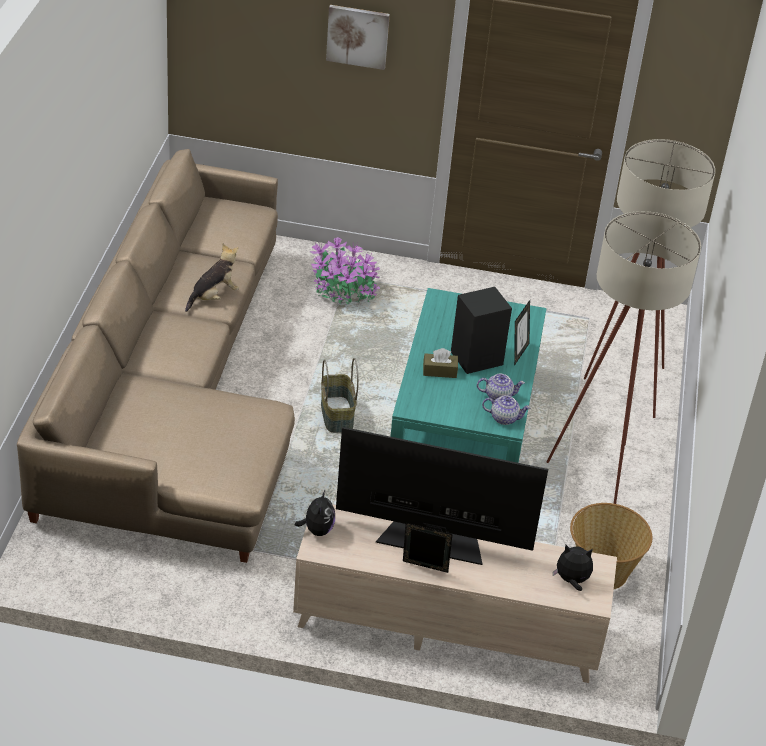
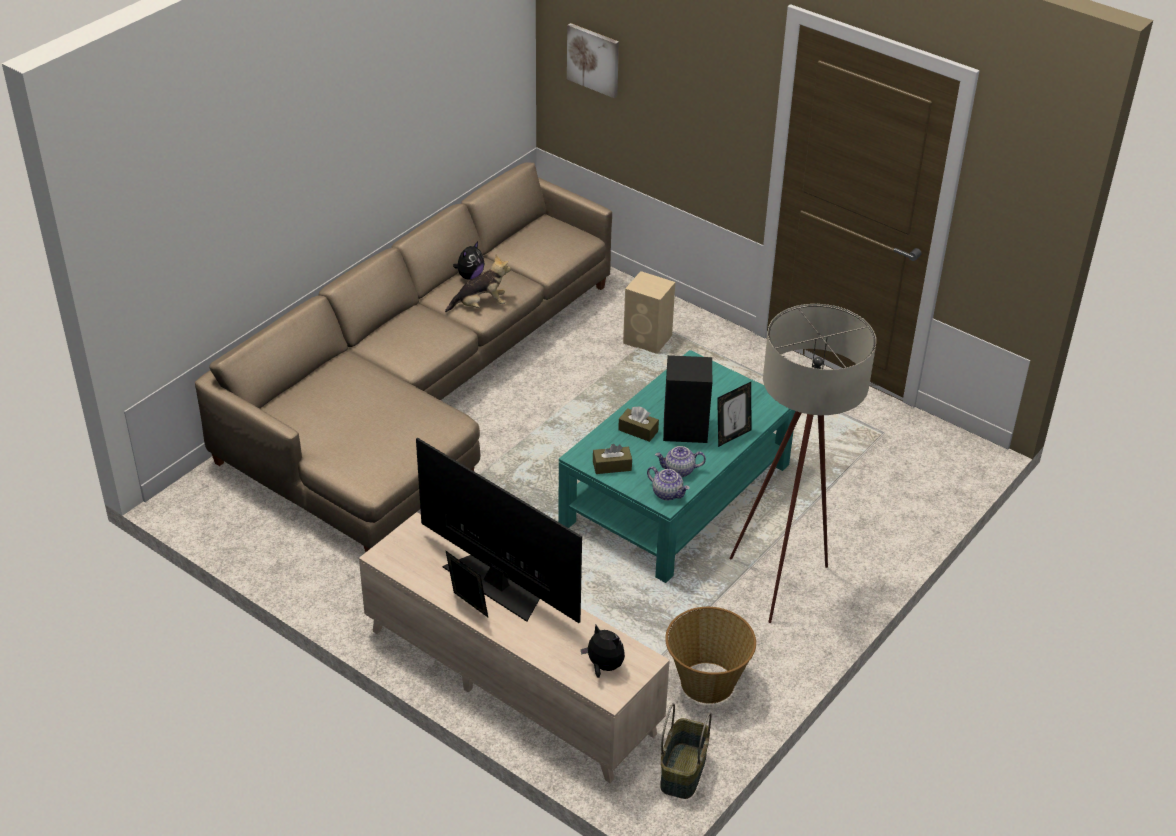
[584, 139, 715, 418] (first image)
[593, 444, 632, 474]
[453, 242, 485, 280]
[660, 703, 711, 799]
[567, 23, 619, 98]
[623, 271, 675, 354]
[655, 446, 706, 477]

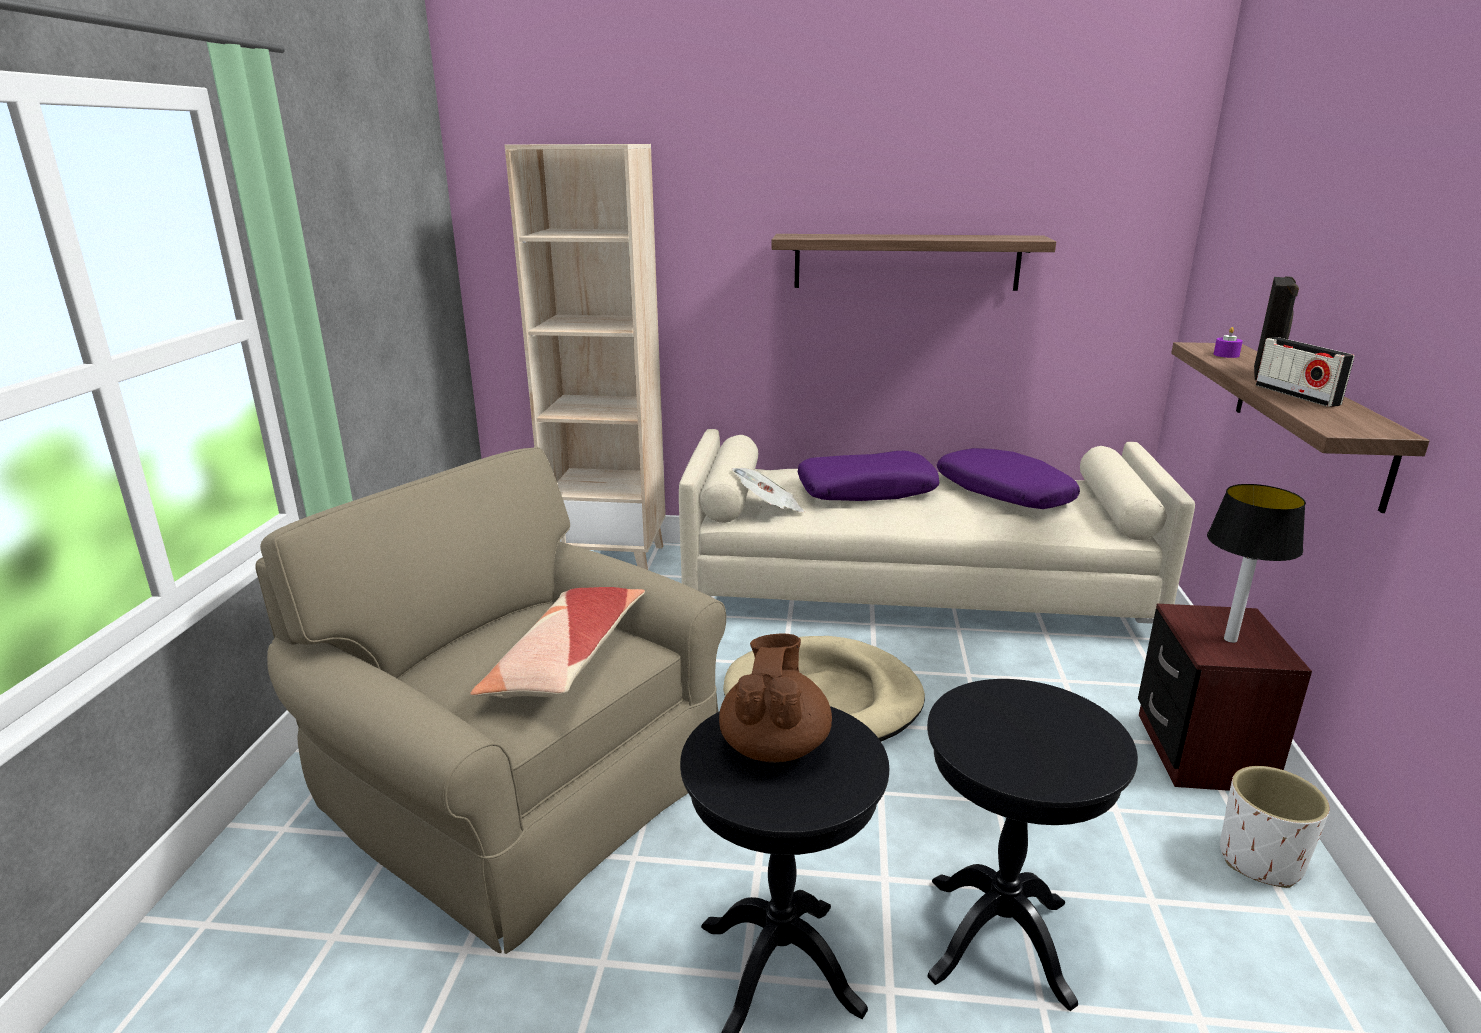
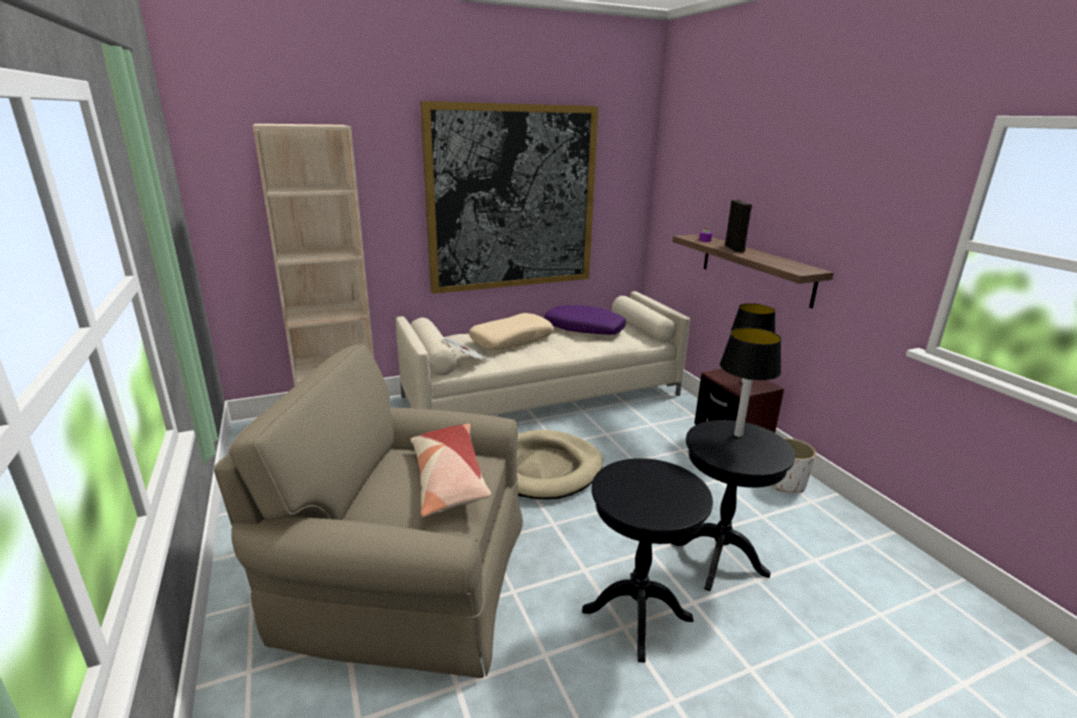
[719, 633, 832, 763] (first image)
[1256, 337, 1355, 407] (first image)
[720, 328, 781, 437]
[420, 101, 599, 294]
[469, 313, 554, 350]

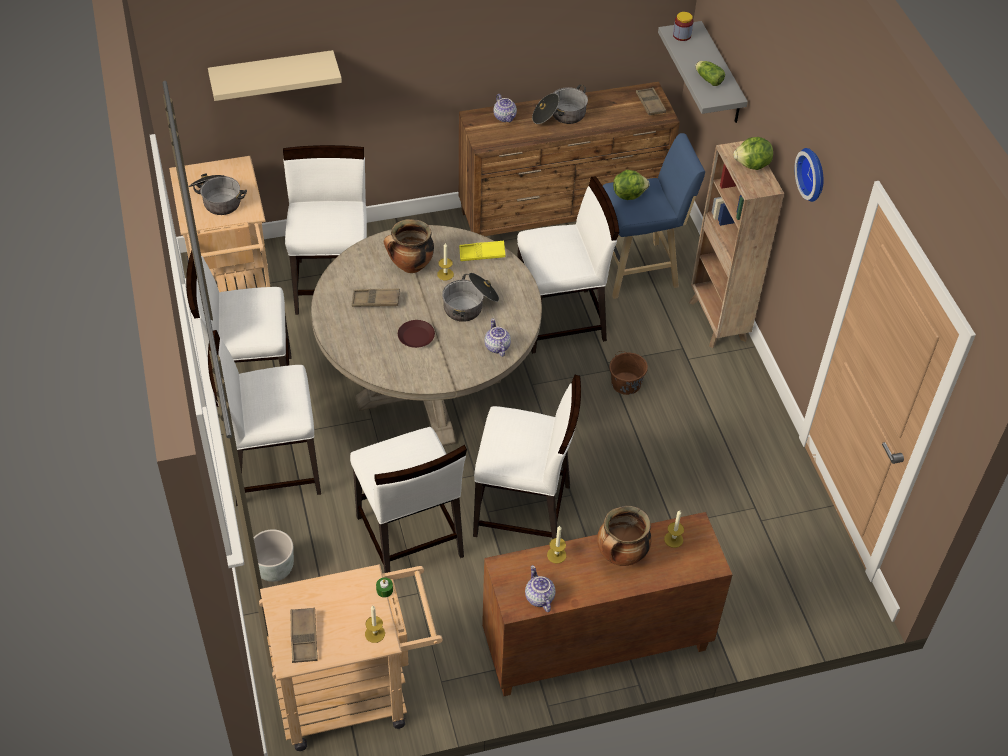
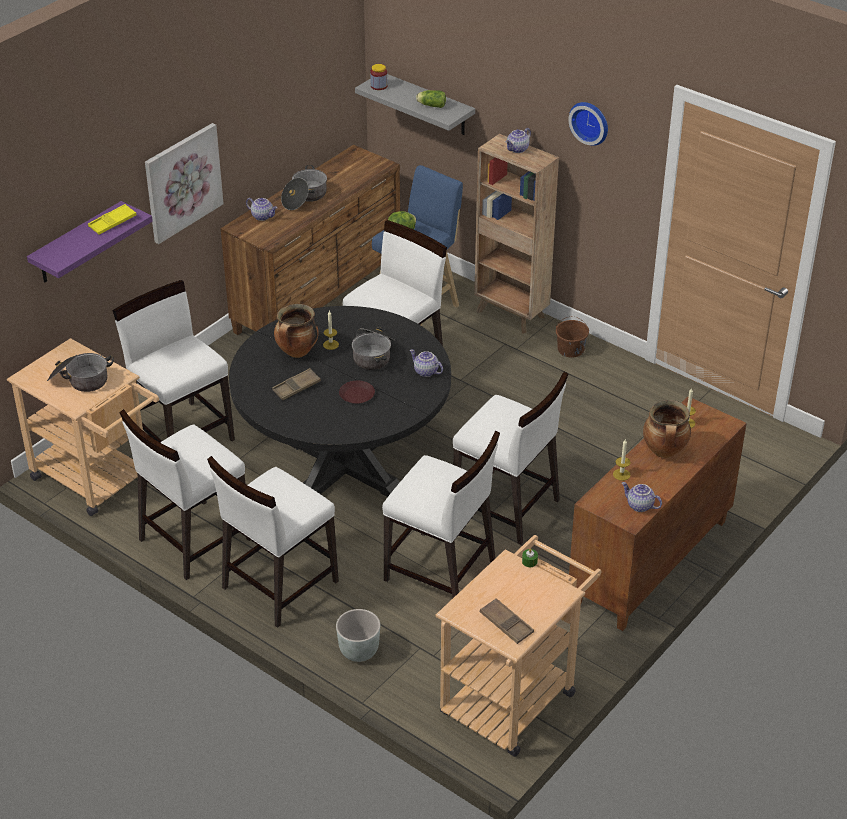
[365, 606, 385, 643] (first image)
[636, 87, 666, 115] (first image)
[145, 123, 224, 244]
[88, 204, 137, 235]
[556, 316, 589, 358]
[505, 128, 531, 153]
[27, 201, 153, 283]
[229, 306, 451, 497]
[453, 372, 568, 544]

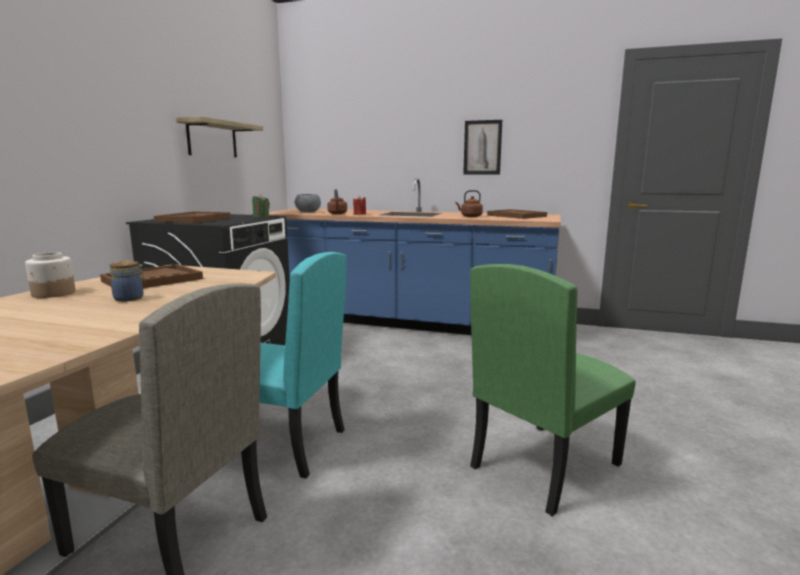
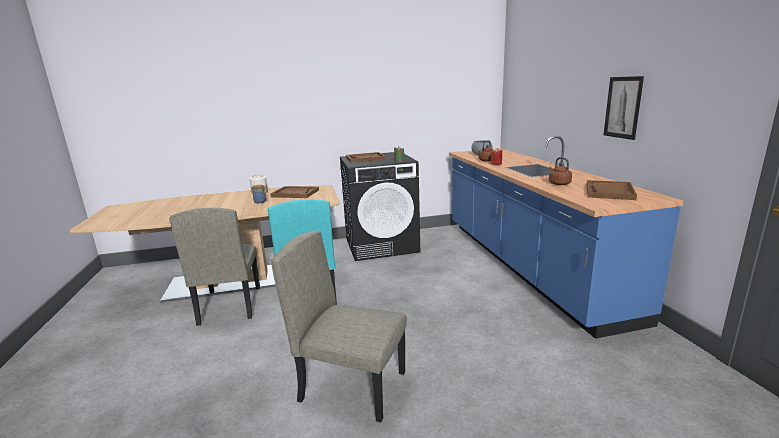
[176, 116, 263, 158] (first image)
[271, 231, 407, 422]

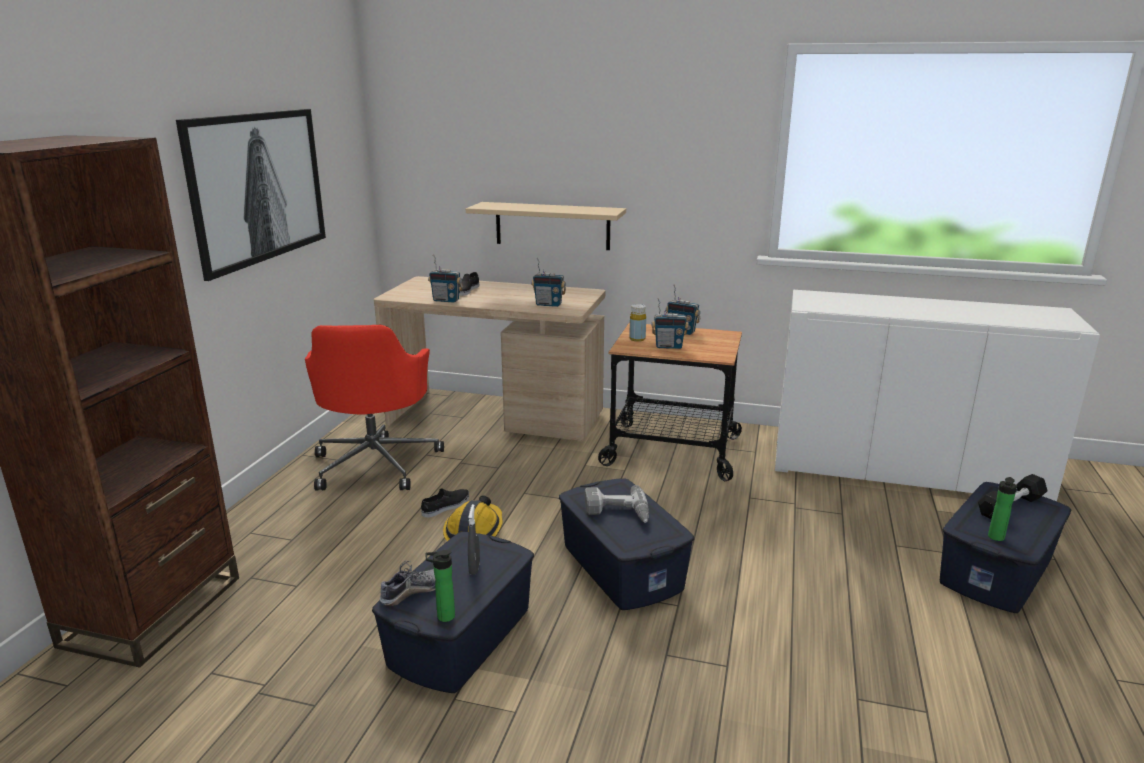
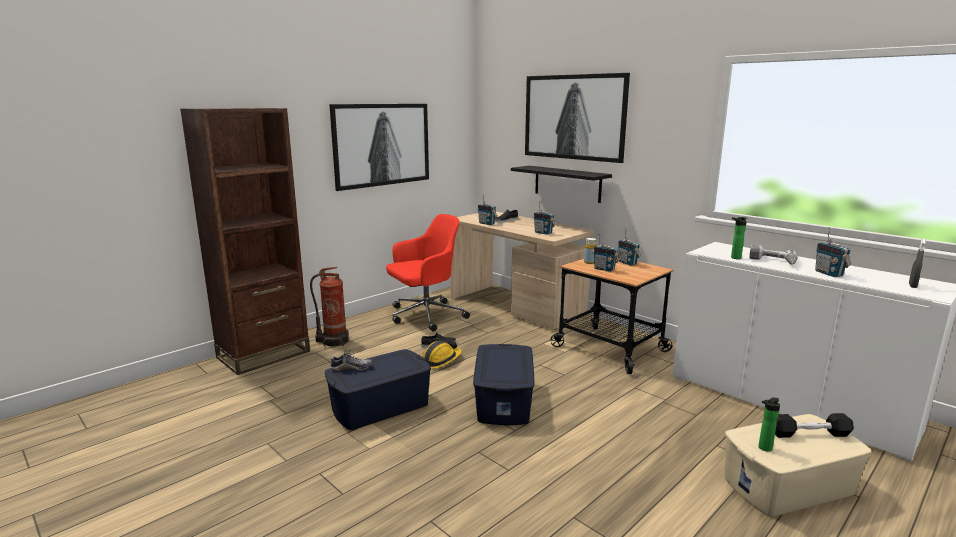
[310, 267, 349, 346]
[525, 73, 630, 163]
[815, 227, 851, 277]
[731, 217, 747, 259]
[909, 238, 925, 288]
[749, 244, 797, 264]
[511, 166, 612, 203]
[725, 414, 872, 517]
[386, 214, 470, 332]

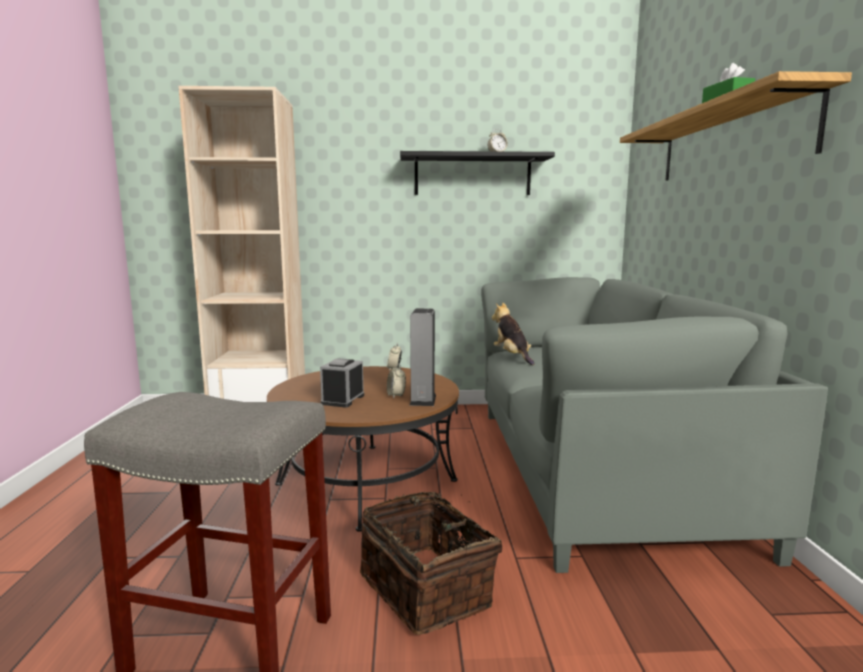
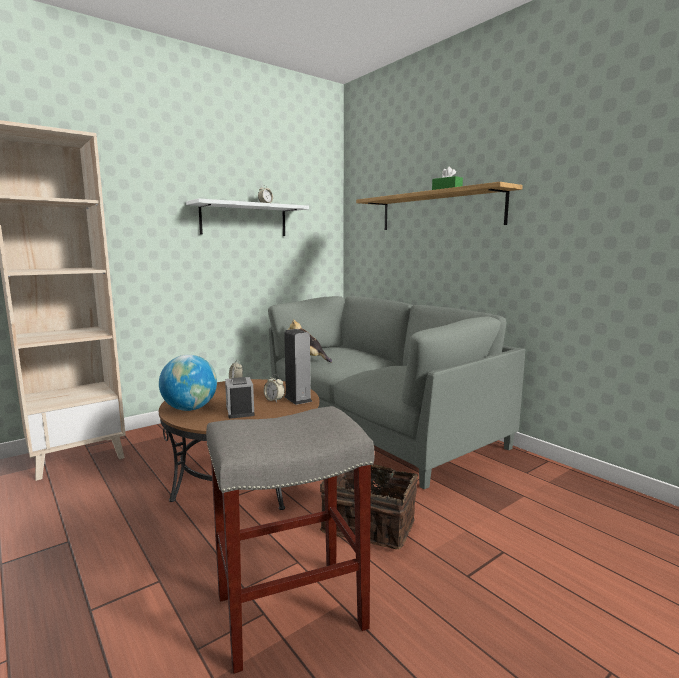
[159, 355, 217, 411]
[186, 199, 309, 236]

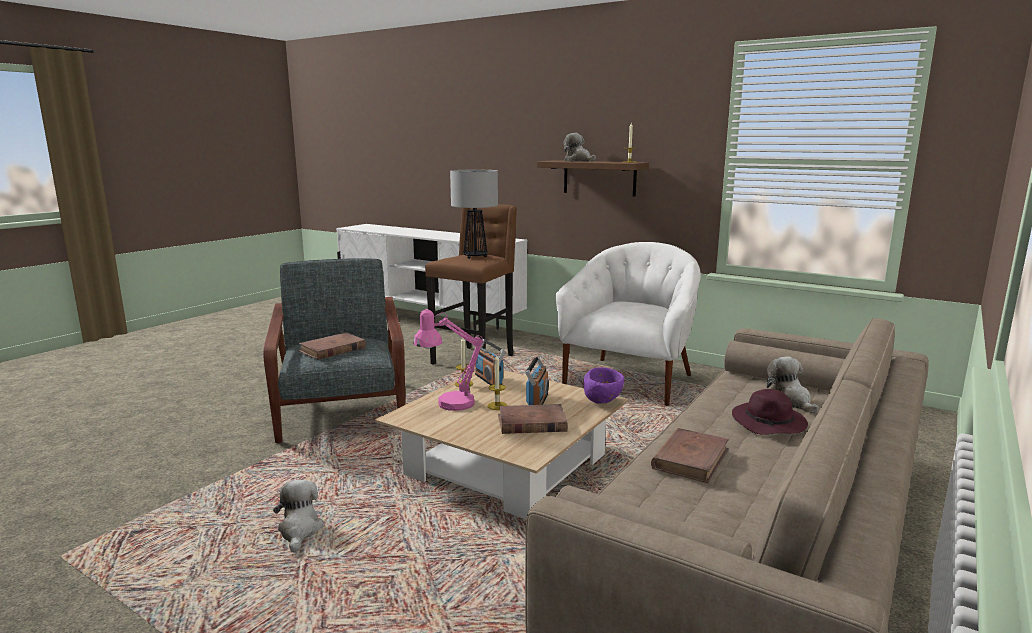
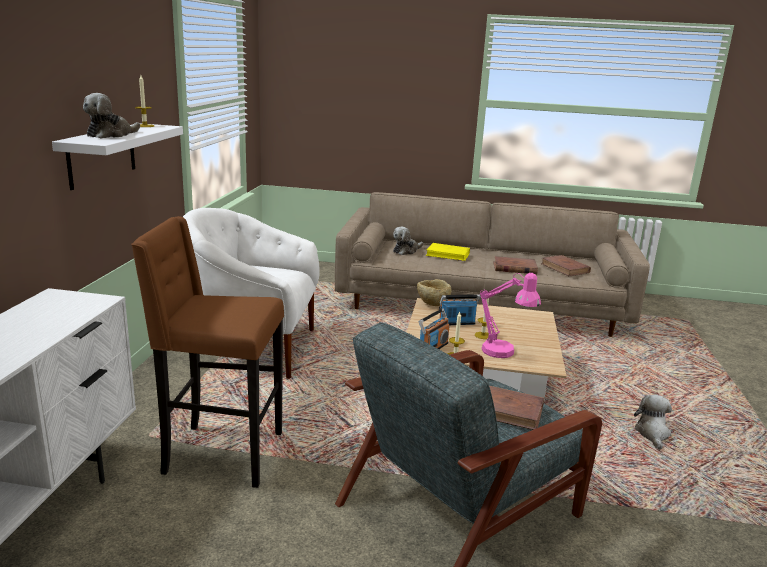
[450, 170, 498, 259] (first image)
[541, 255, 591, 276]
[426, 243, 470, 261]
[52, 123, 183, 190]
[417, 279, 451, 306]
[634, 395, 672, 450]

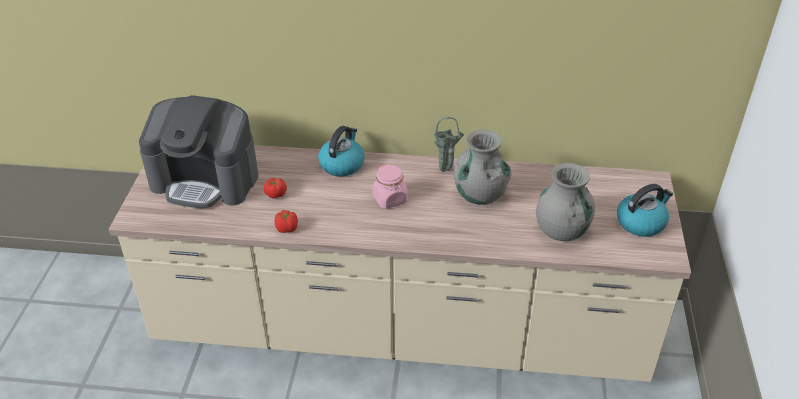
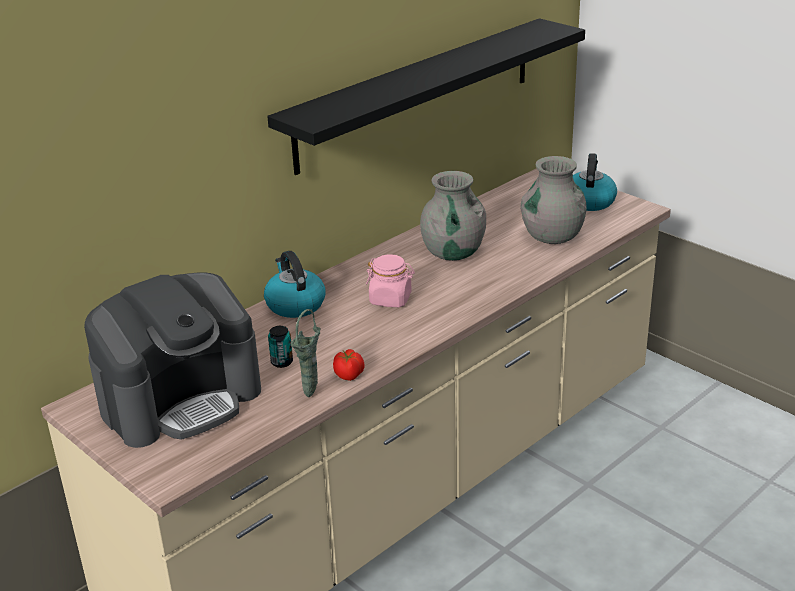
[267, 18, 585, 175]
[291, 309, 321, 397]
[268, 326, 293, 368]

